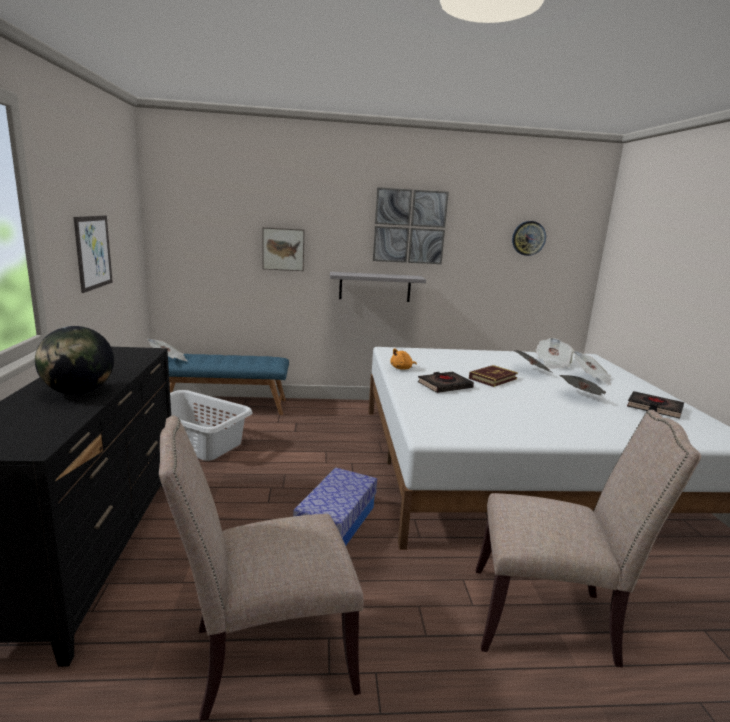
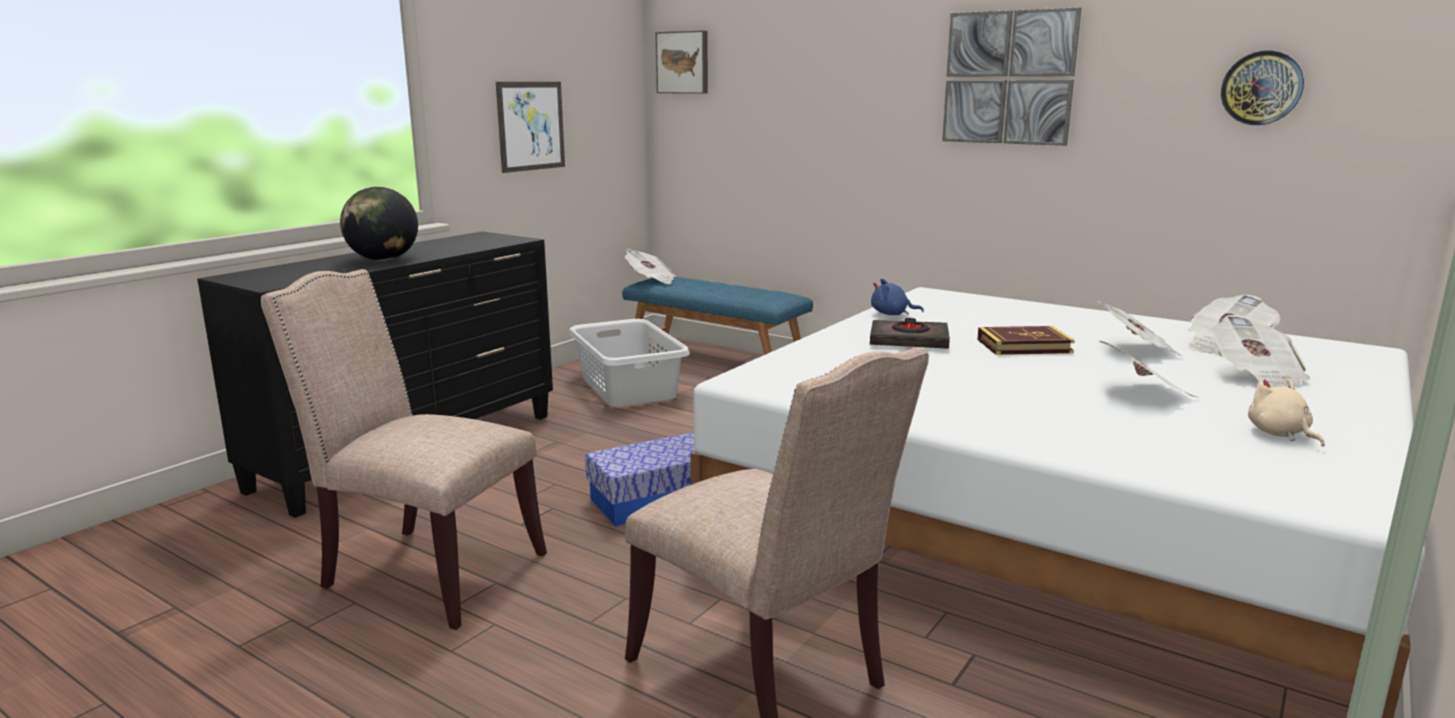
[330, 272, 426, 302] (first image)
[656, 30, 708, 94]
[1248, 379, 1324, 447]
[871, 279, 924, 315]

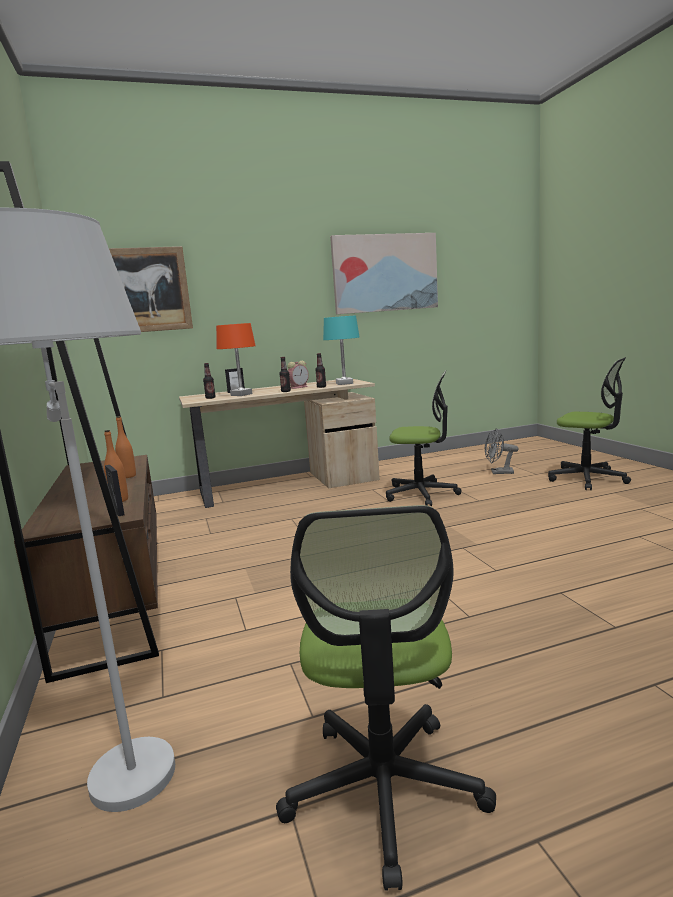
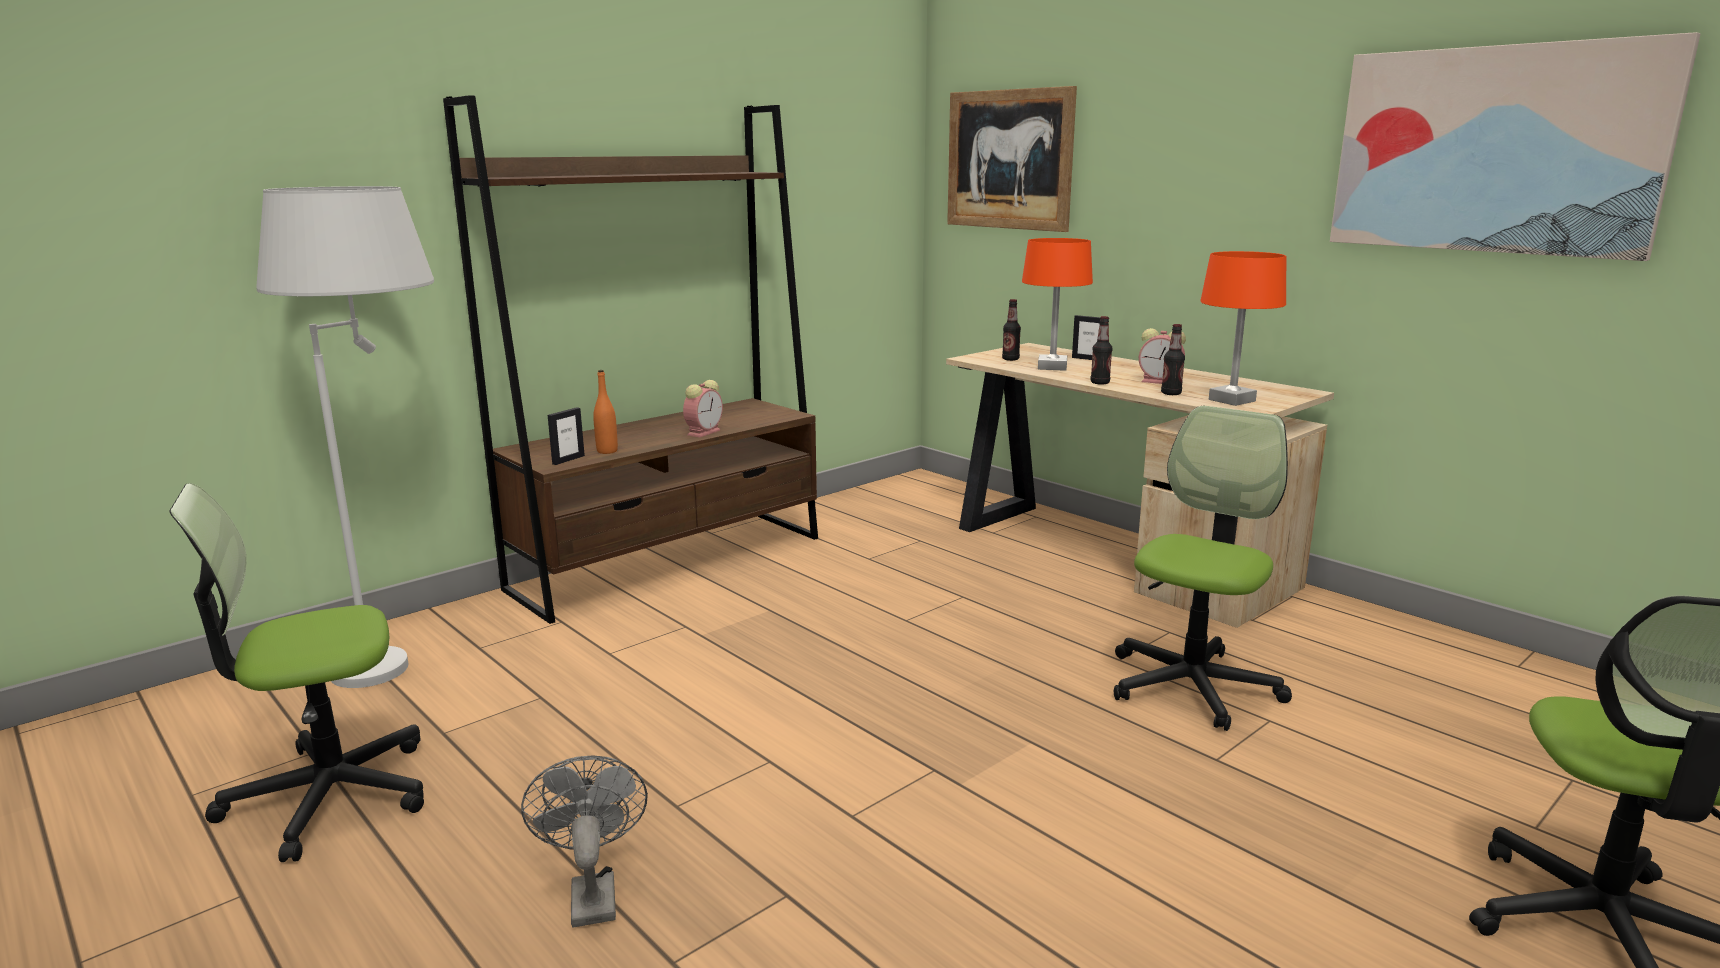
[521, 755, 648, 928]
[683, 380, 723, 437]
[1200, 251, 1286, 406]
[1114, 406, 1292, 731]

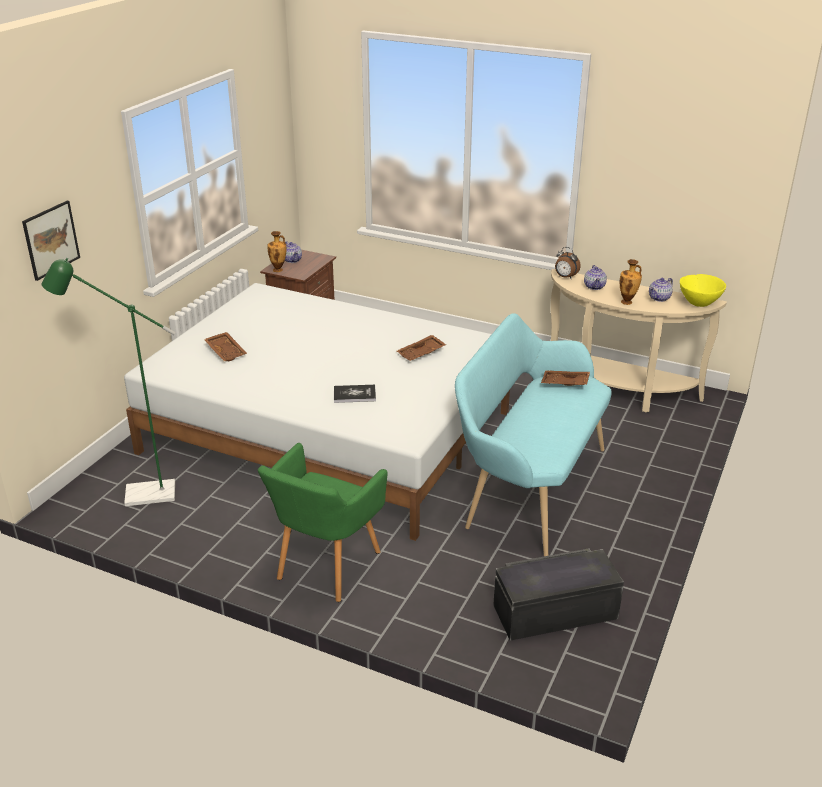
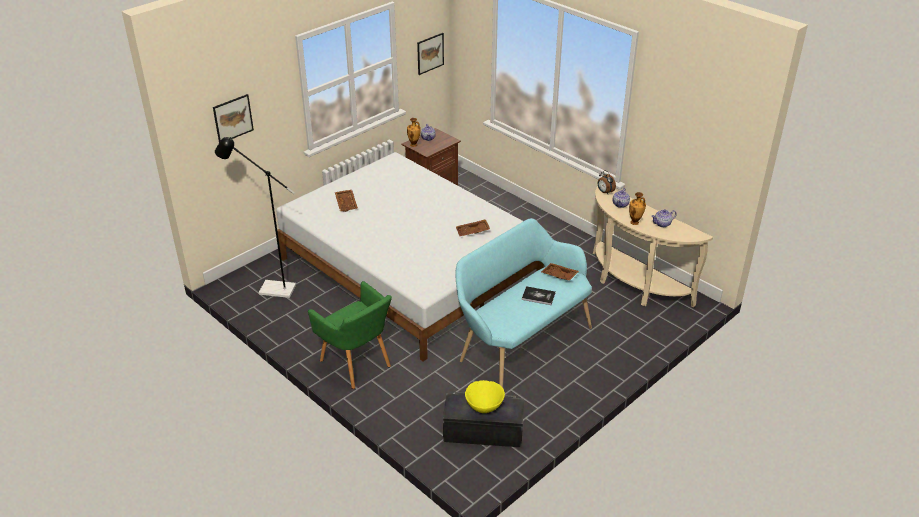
[417, 33, 444, 75]
[522, 286, 556, 305]
[465, 380, 505, 413]
[215, 137, 296, 298]
[308, 281, 392, 389]

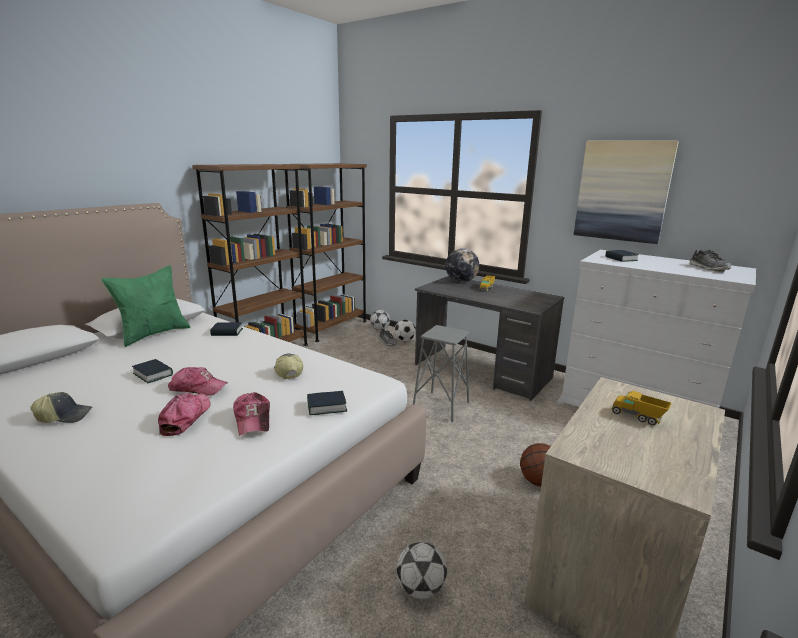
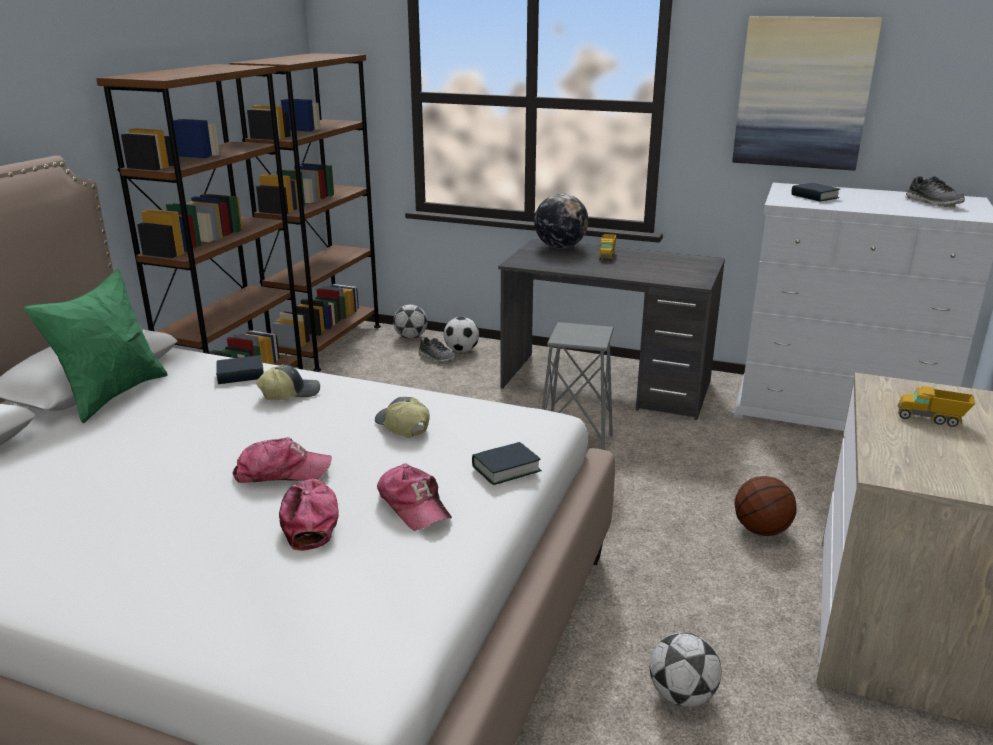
[132, 359, 173, 383] (first image)
[256, 365, 320, 400]

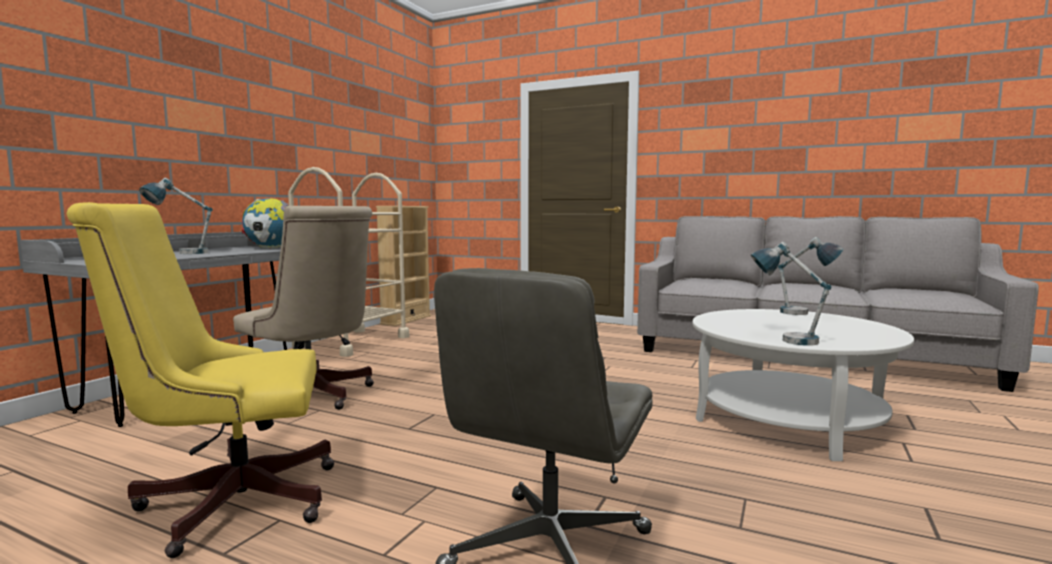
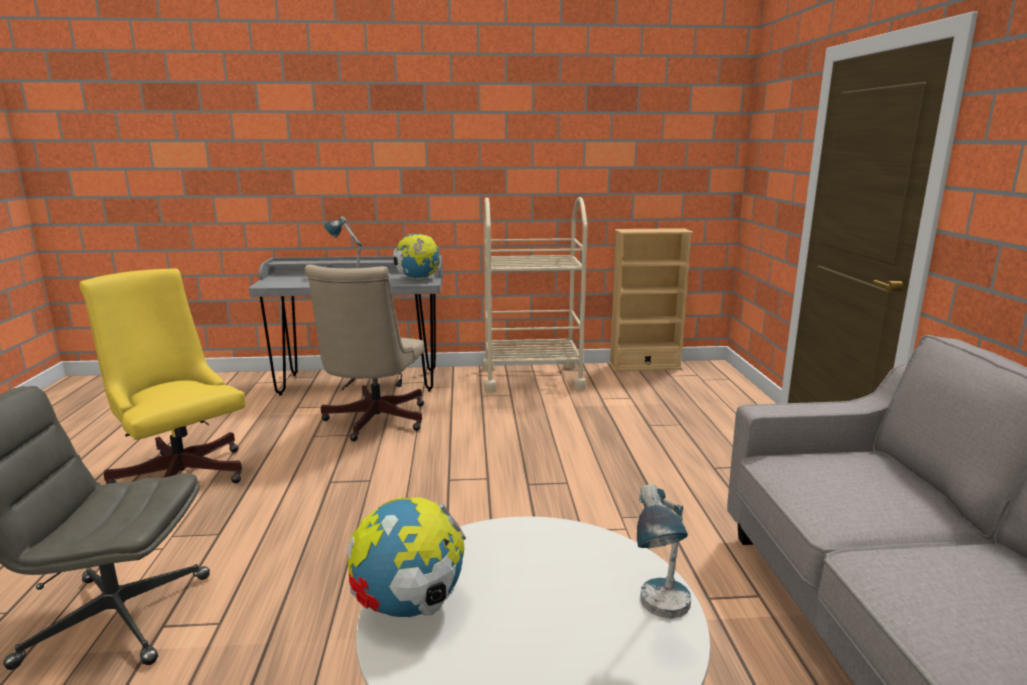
[347, 497, 466, 618]

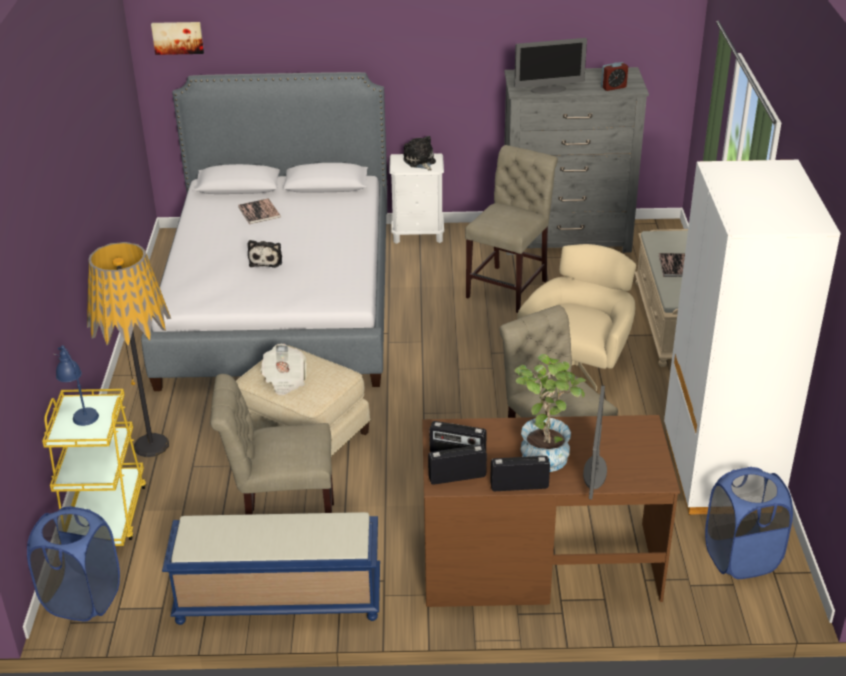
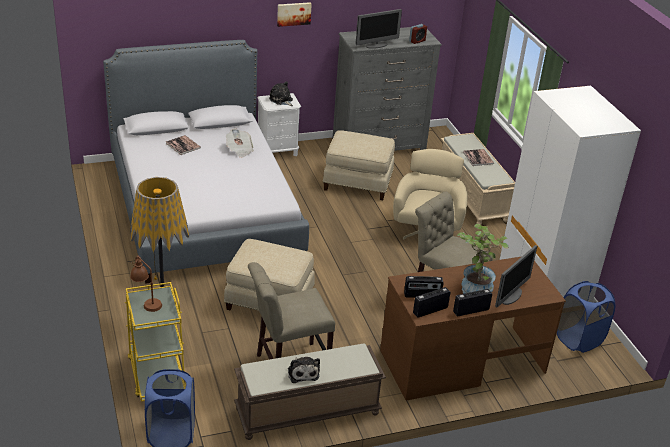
[277, 2, 312, 27]
[288, 357, 320, 383]
[226, 129, 254, 158]
[323, 130, 395, 200]
[130, 256, 162, 312]
[234, 344, 386, 440]
[495, 245, 537, 307]

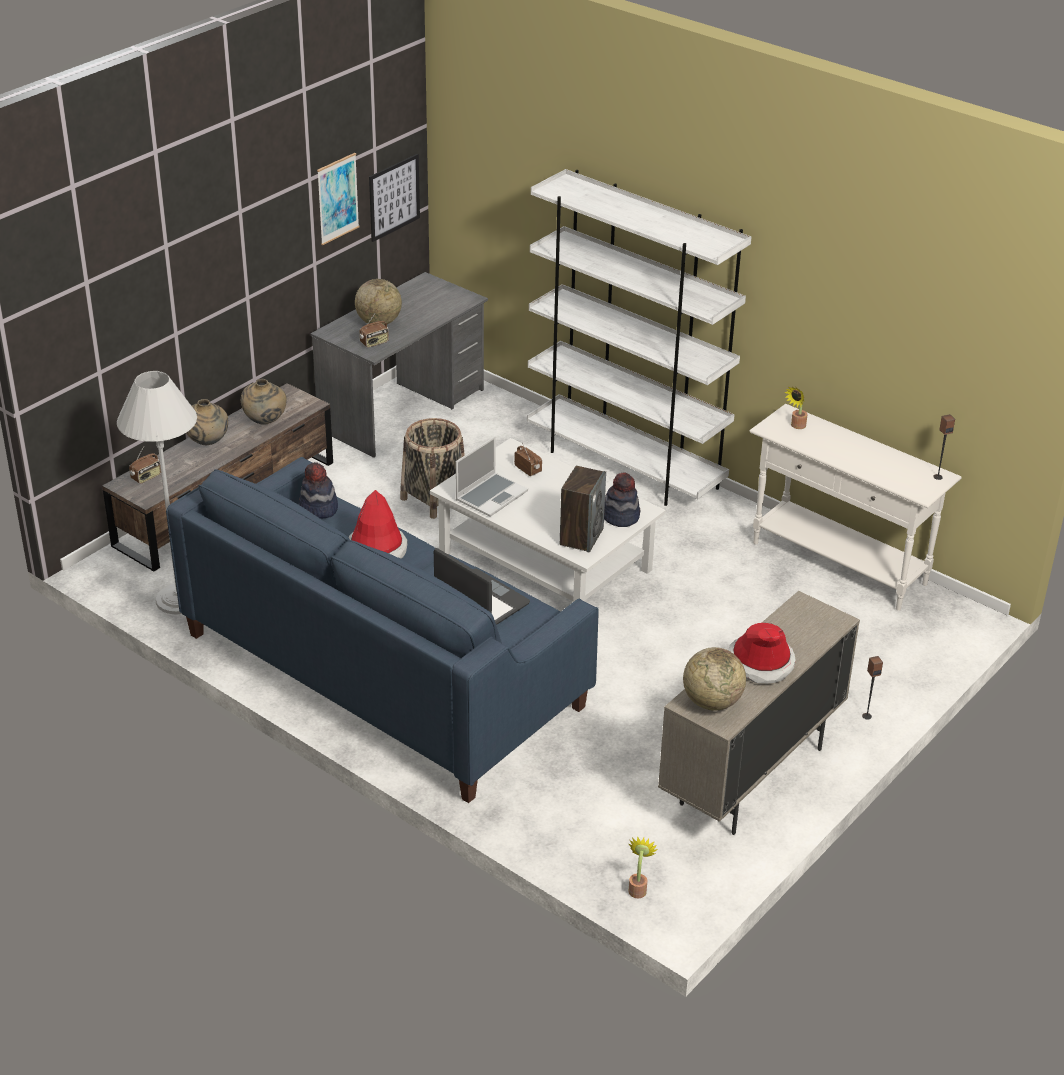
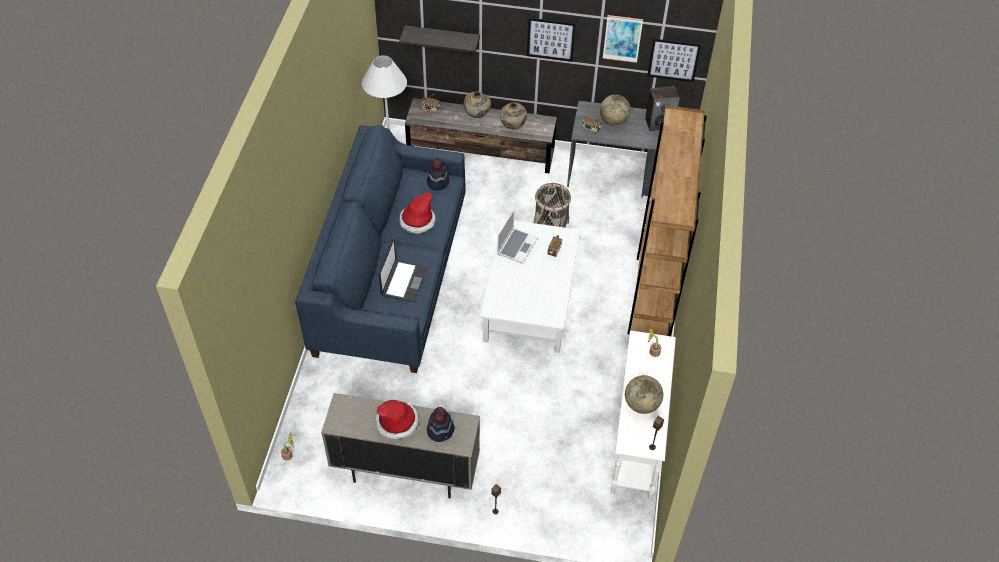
[399, 25, 480, 53]
[527, 18, 576, 62]
[645, 86, 680, 131]
[427, 407, 454, 442]
[625, 375, 663, 414]
[627, 105, 707, 336]
[497, 210, 538, 264]

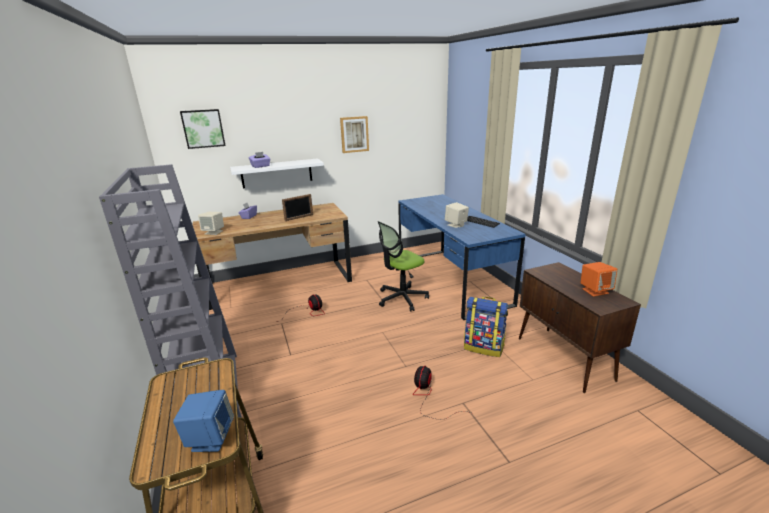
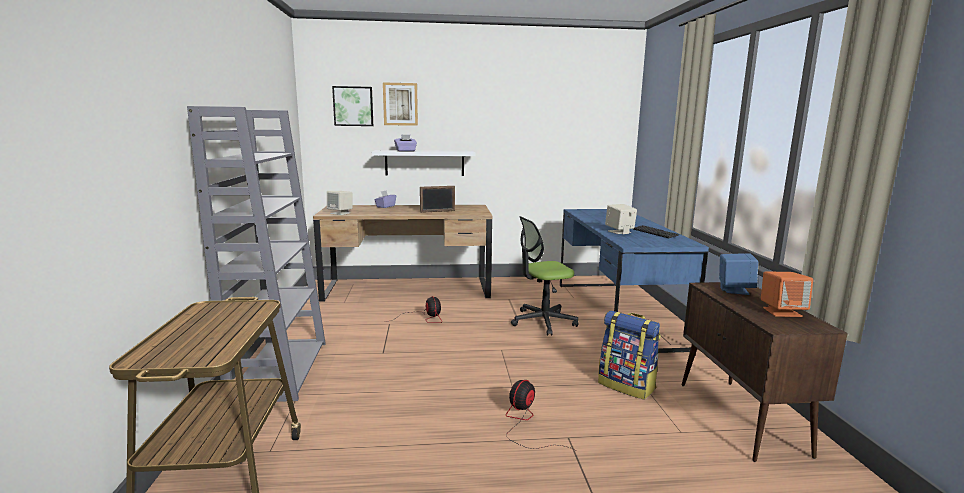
[719, 253, 758, 295]
[383, 83, 418, 126]

